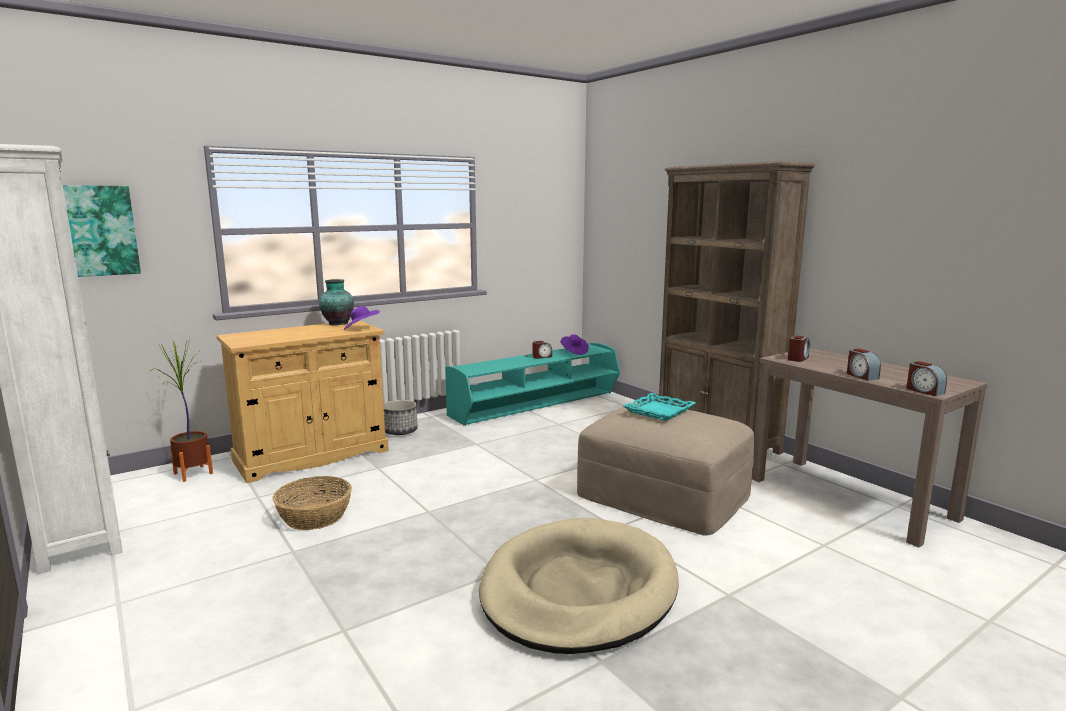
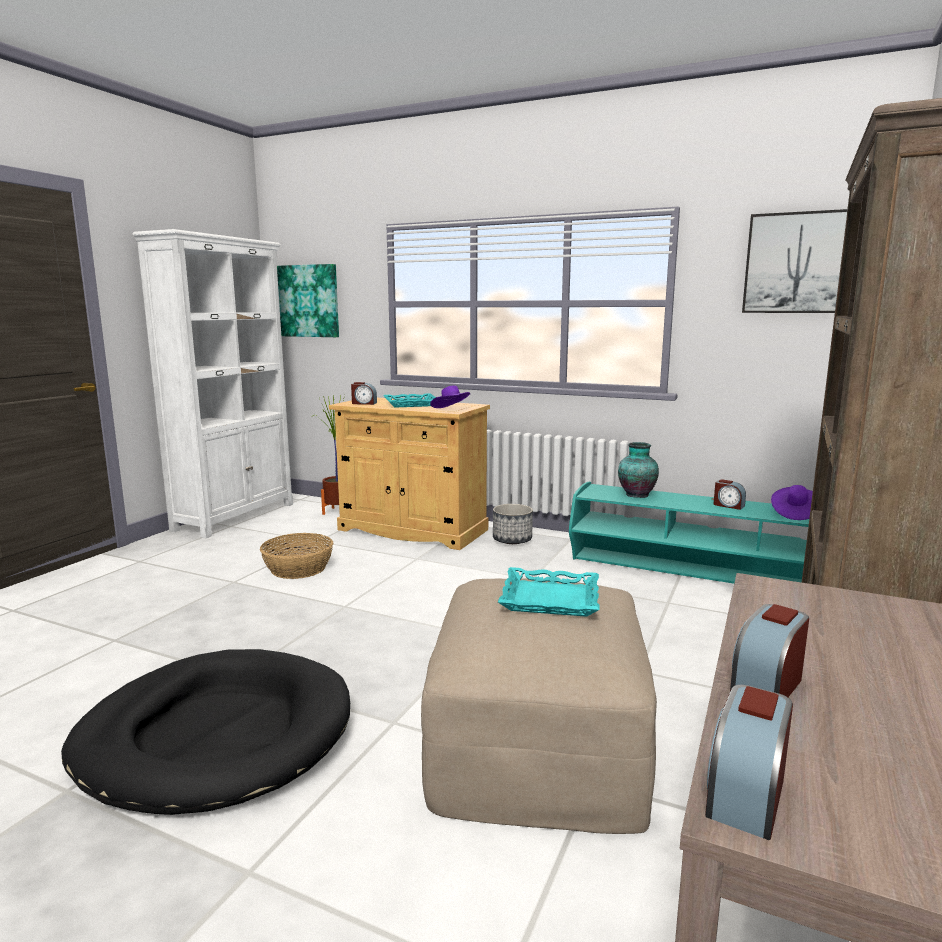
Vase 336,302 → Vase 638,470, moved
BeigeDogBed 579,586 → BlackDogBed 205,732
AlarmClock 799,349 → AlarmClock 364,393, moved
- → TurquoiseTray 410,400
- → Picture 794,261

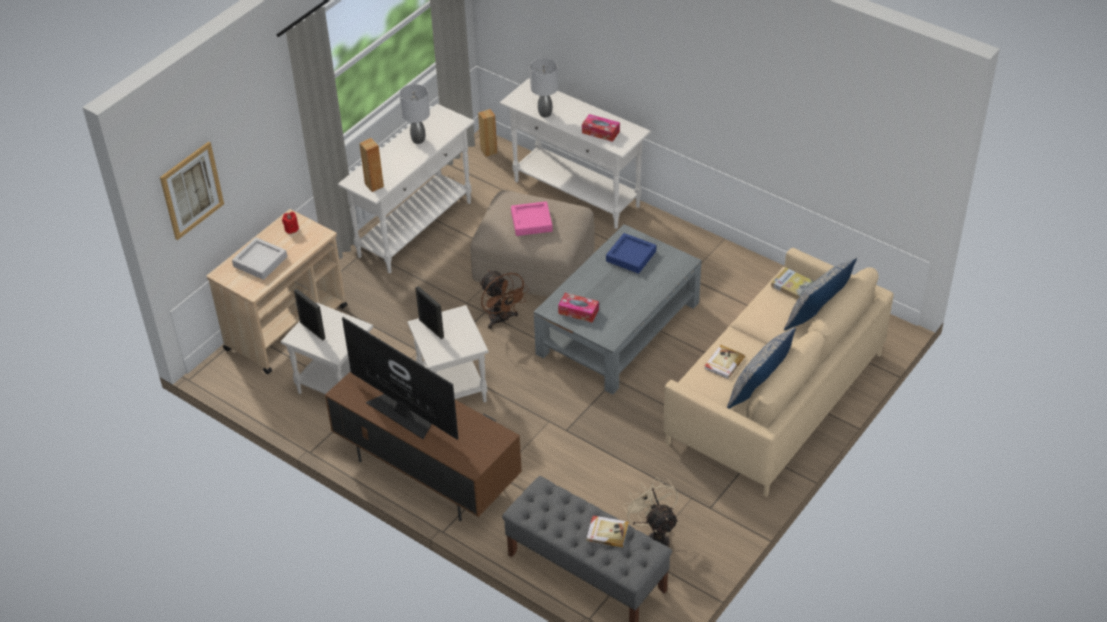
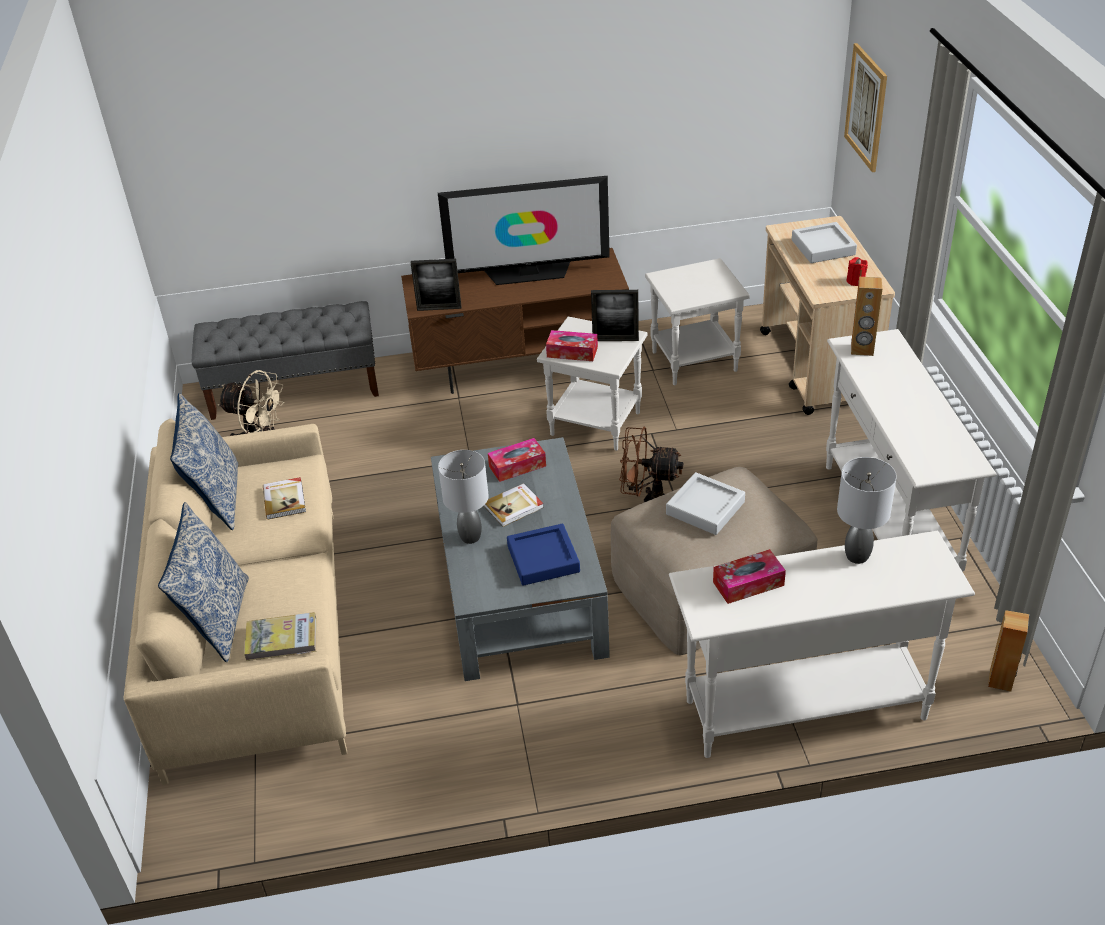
PictureFrame 310,314 → PictureFrame 436,285, moved
GreyTableLamp 414,114 → GreyTableLamp 463,497, moved
PinkTray 532,218 → GreyTray 705,503
Book 607,531 → Book 514,505, moved
- → TissueBox 572,345

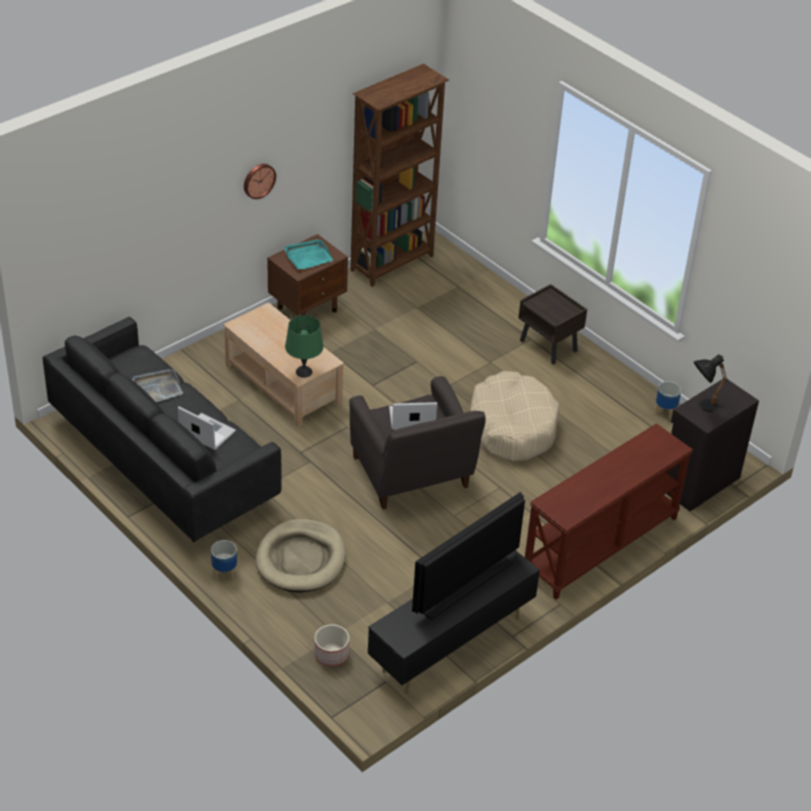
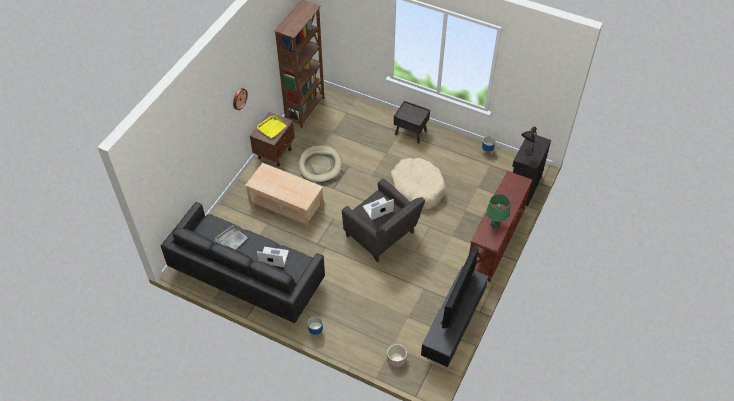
BeigeDogBed 301,555 → BeigeDogBed 320,164, moved
TurquoiseTray 309,254 → YellowTray 271,126
GreenTableLamp 304,346 → GreenTableLamp 498,211, moved

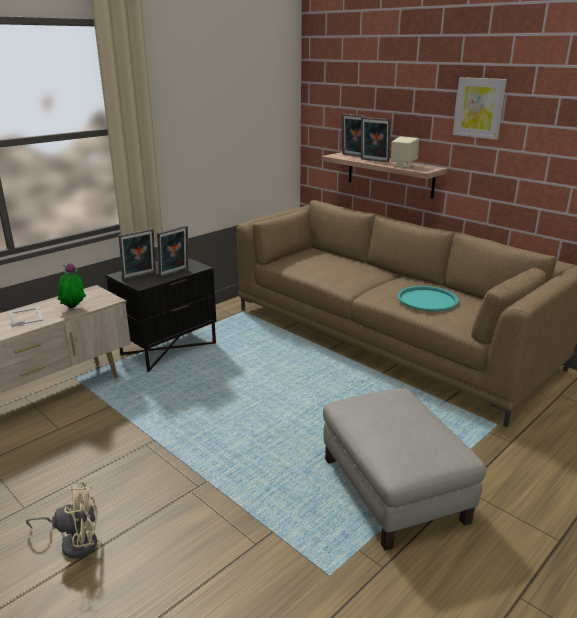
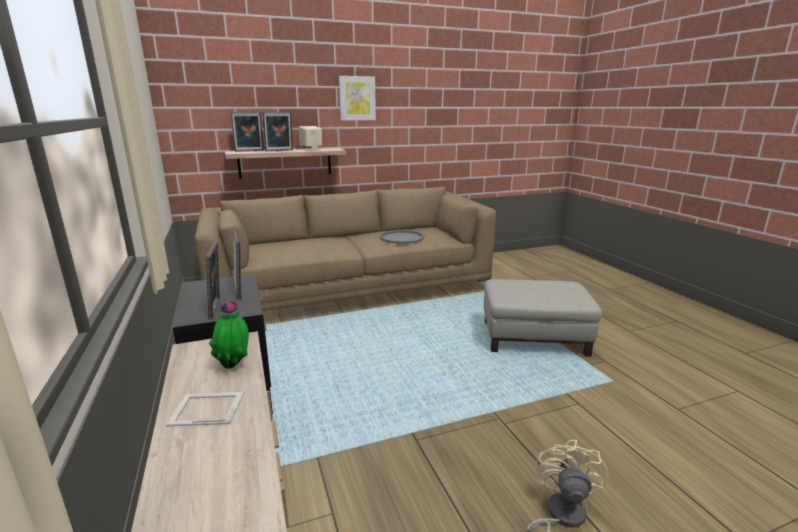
TurquoiseTray 428,298 → GreyTray 402,237

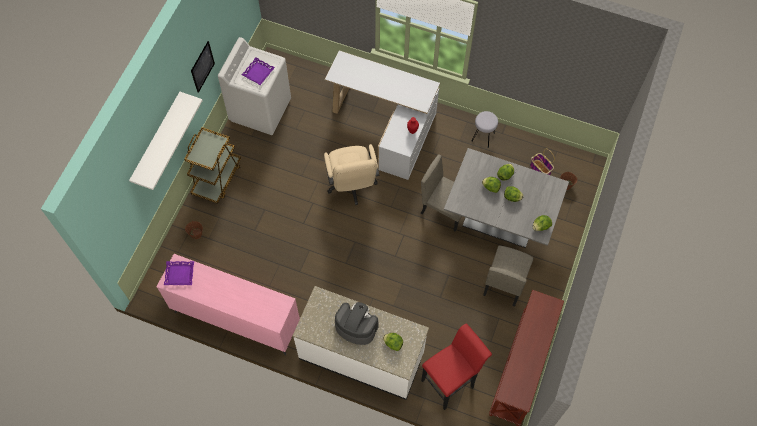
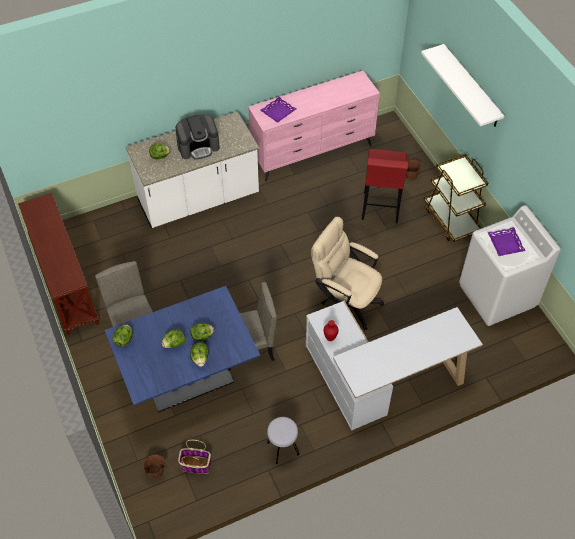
PurpleTray 179,273 → PurpleTray 278,110, moved
Picture 203,67 → -
RedStool 456,366 → RedStool 385,186, moved
GreyDiningTable 506,198 → BlueDiningTable 183,349

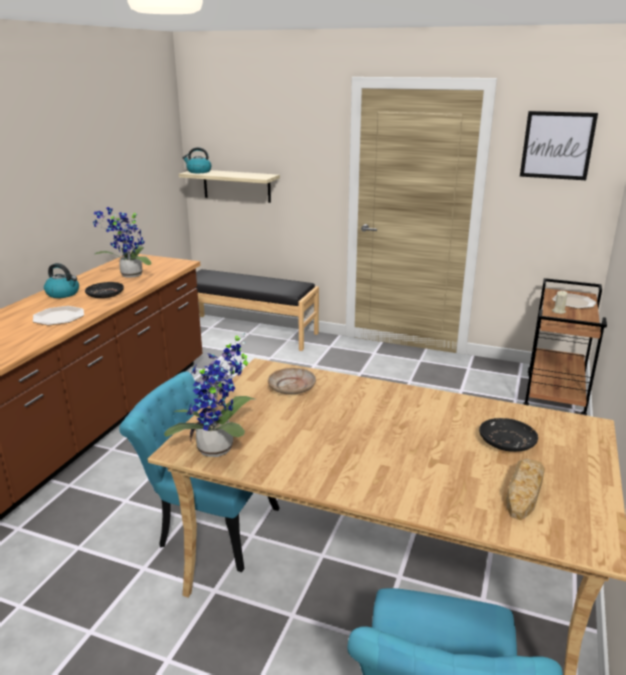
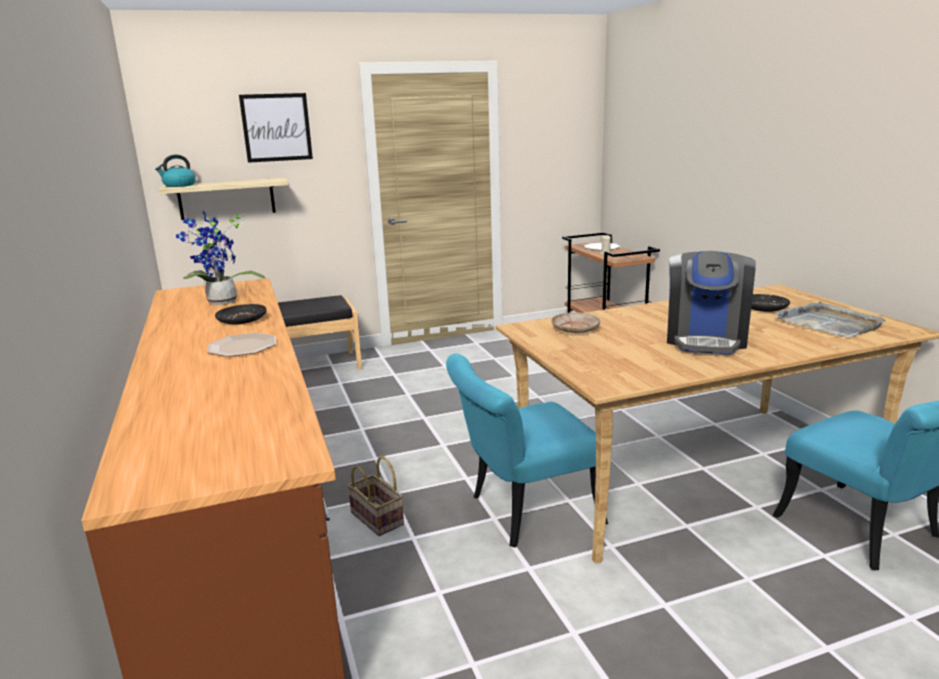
Kettle 61,280 → -
PottedPlant 209,394 → -
Bread 525,489 → GreyTray 830,319
Picture 559,145 → Picture 276,128, moved
- → Basket 375,496
- → CoffeeMachine 711,302

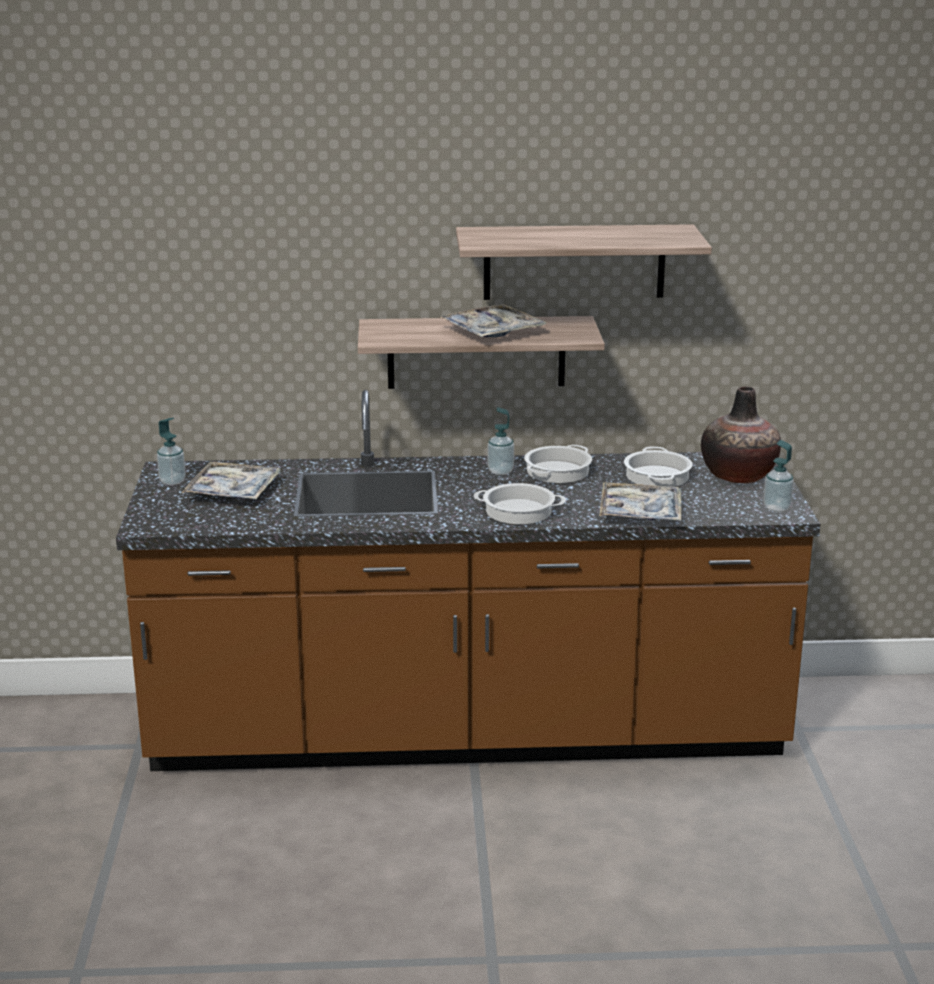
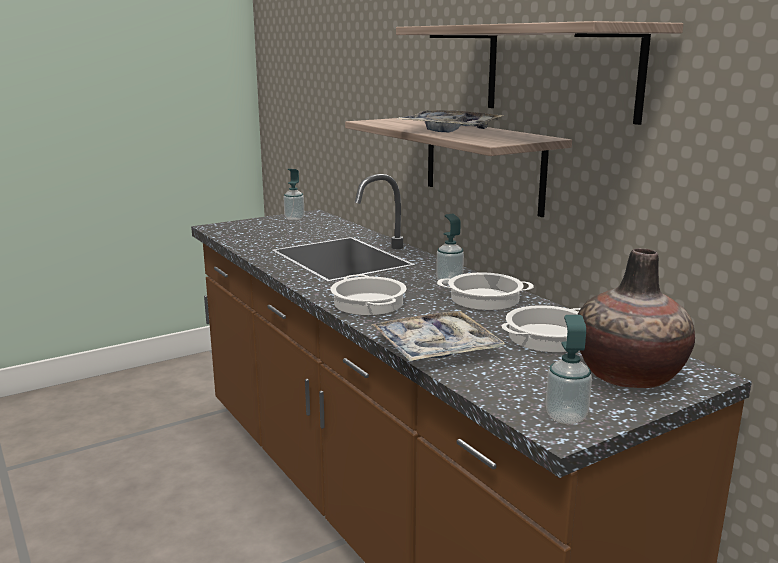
Tray 231,480 → -

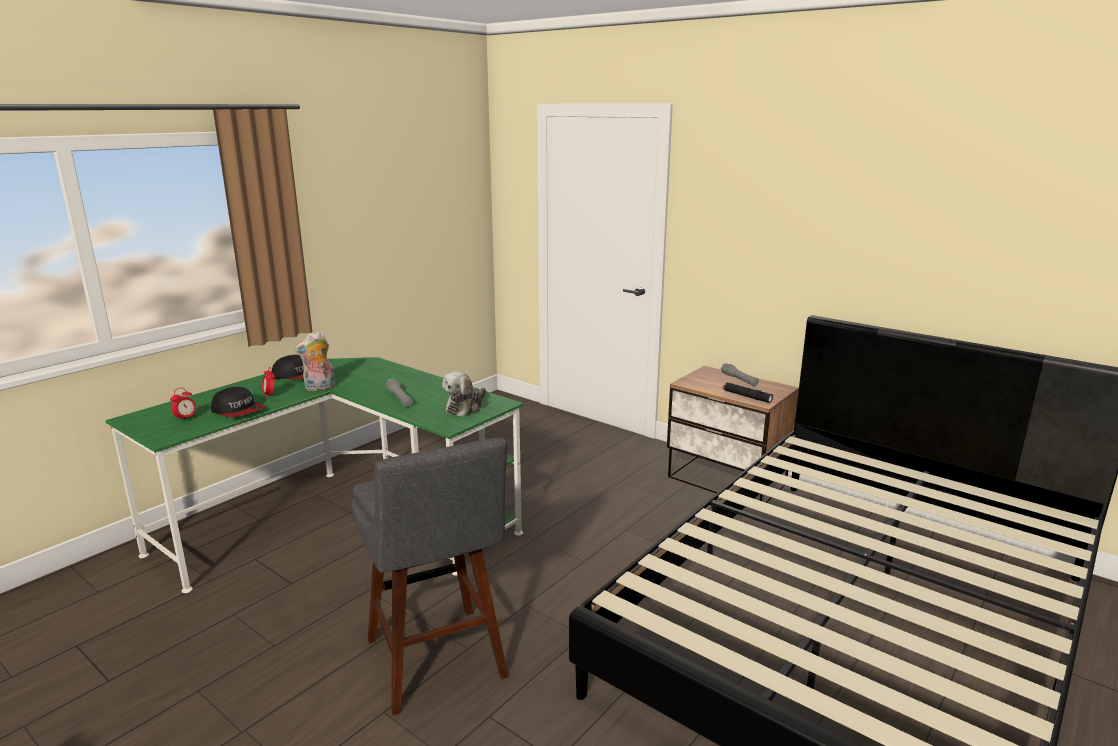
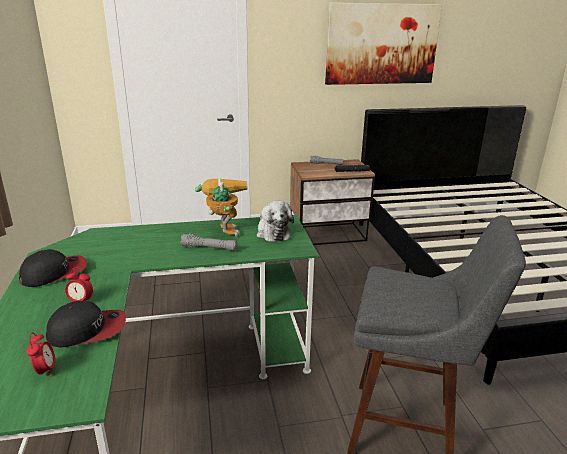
PlushToy 315,361 → -
- → ToyRobot 221,207
- → Picture 383,44

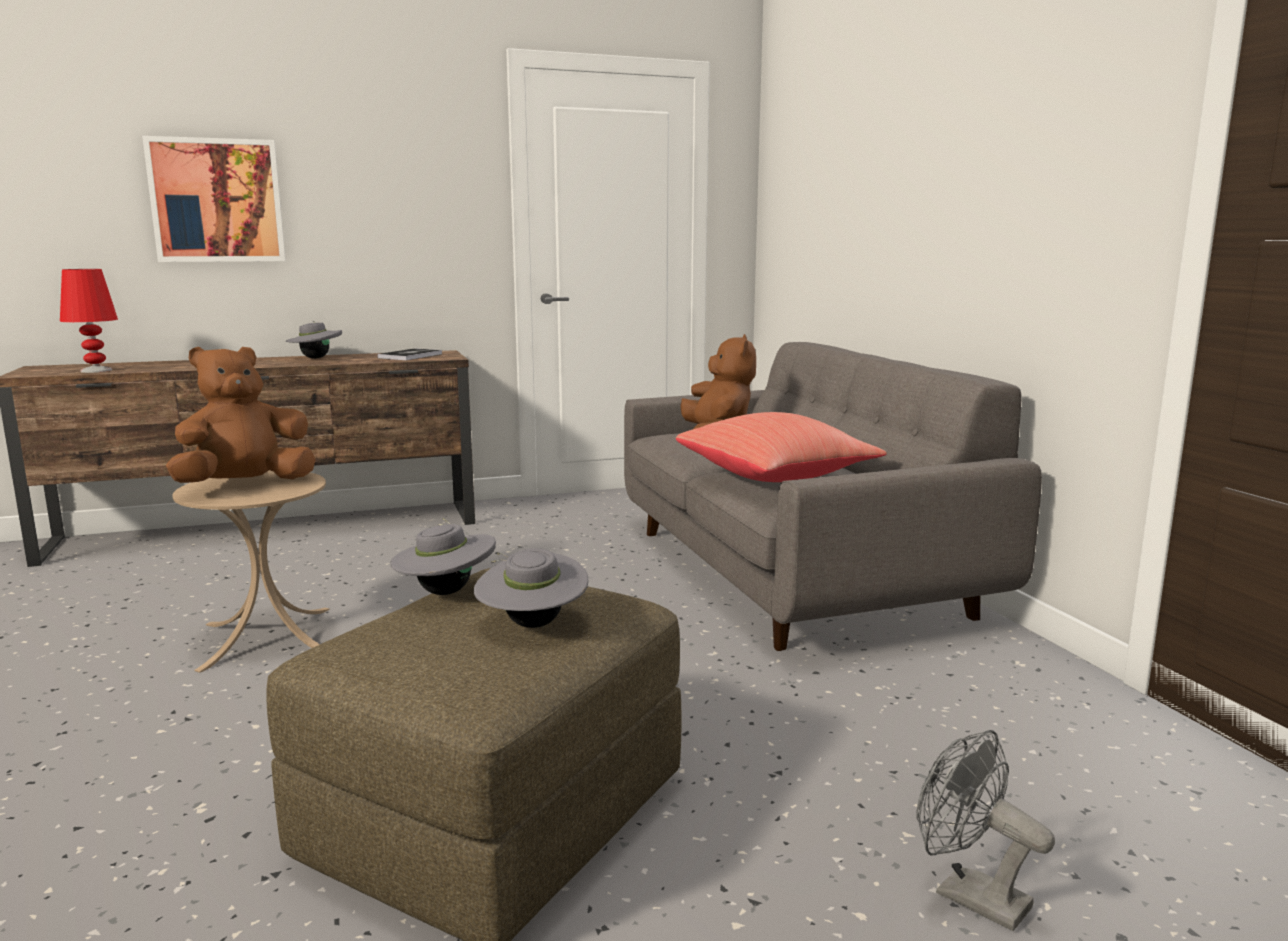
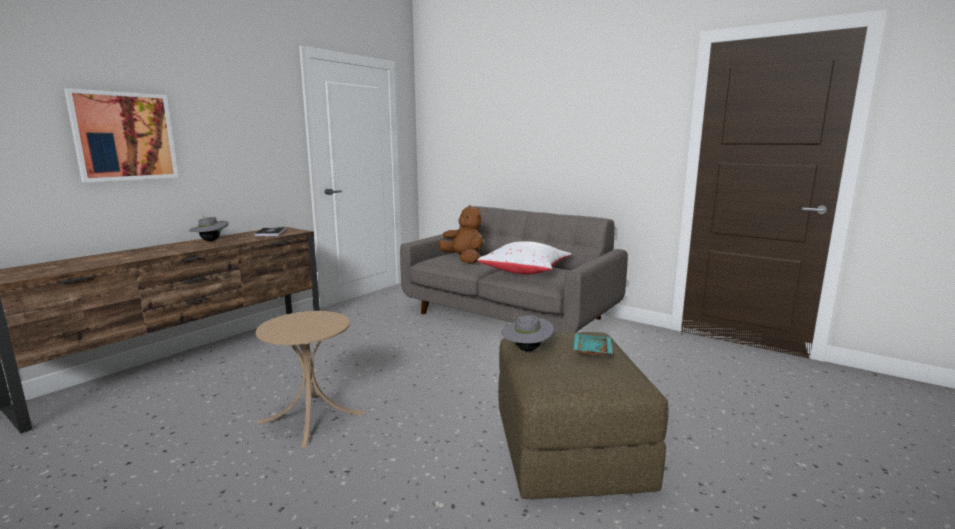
RedTableLamp 89,321 → -
BrownPlushToy 241,415 → -
GreyHat 531,588 → TurquoiseTray 593,344
RedPillow 781,447 → WhitePillow 524,258
GreyFan 985,830 → -

